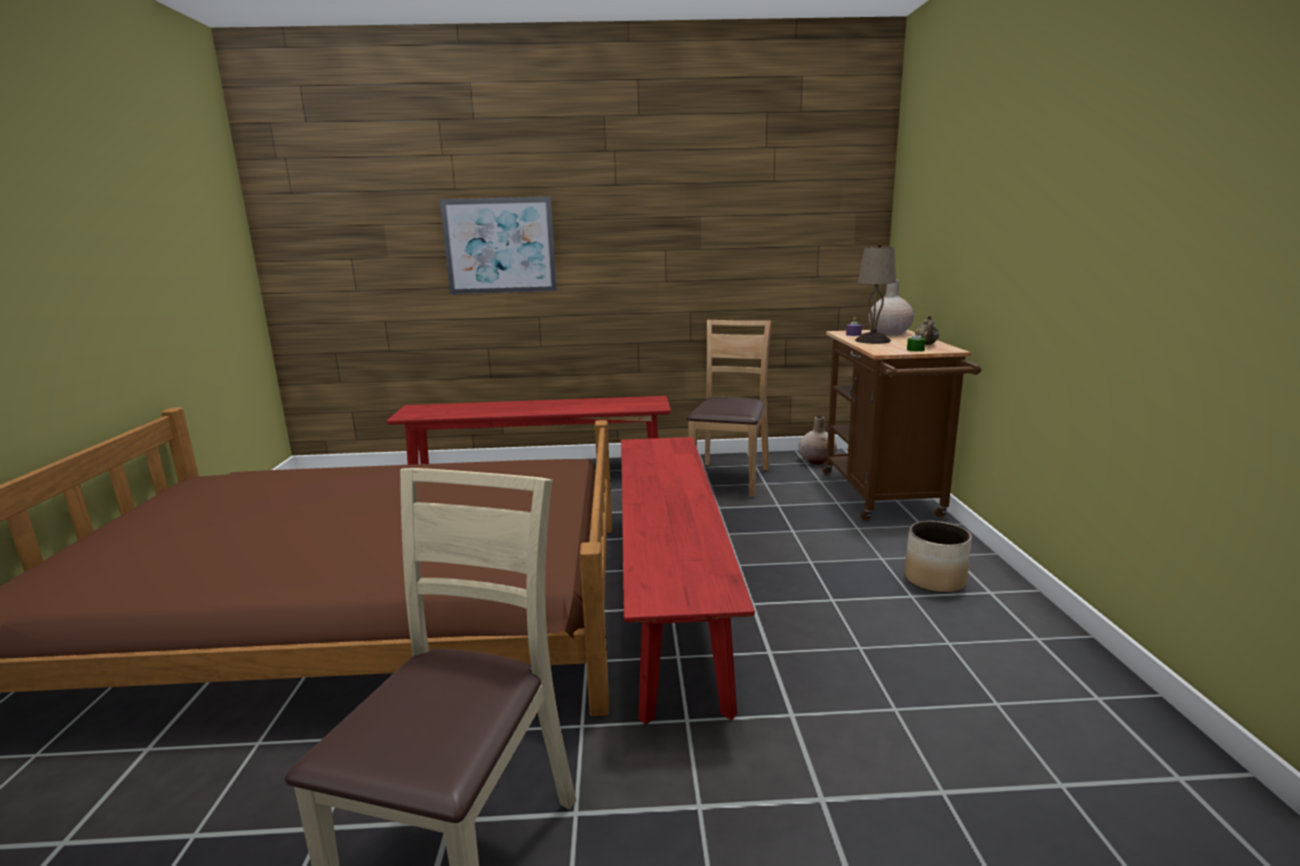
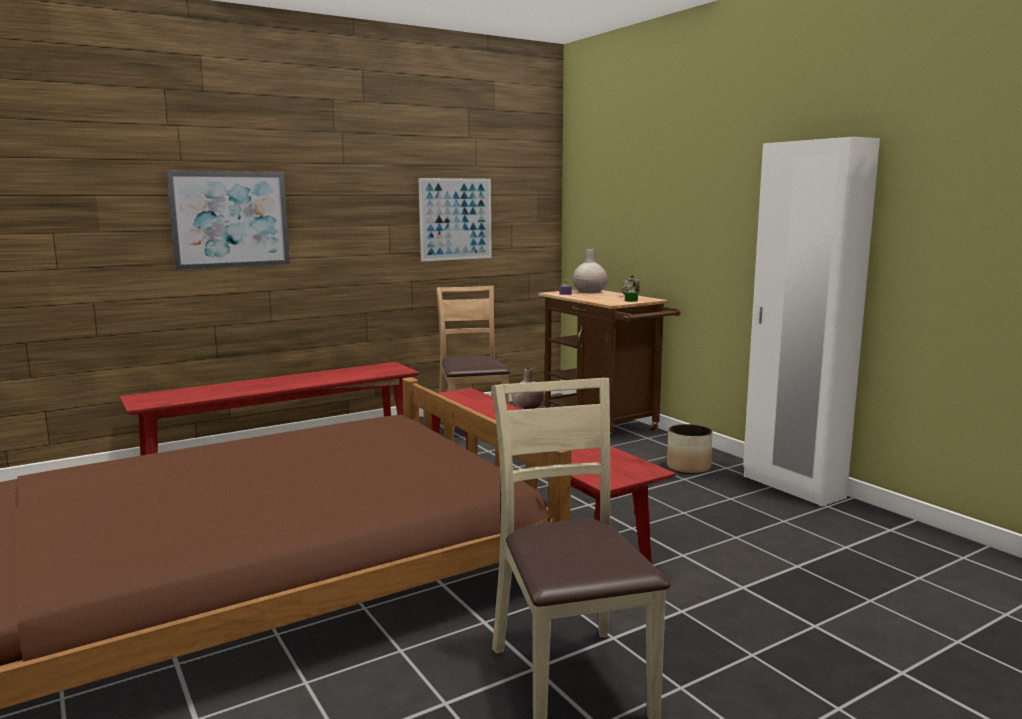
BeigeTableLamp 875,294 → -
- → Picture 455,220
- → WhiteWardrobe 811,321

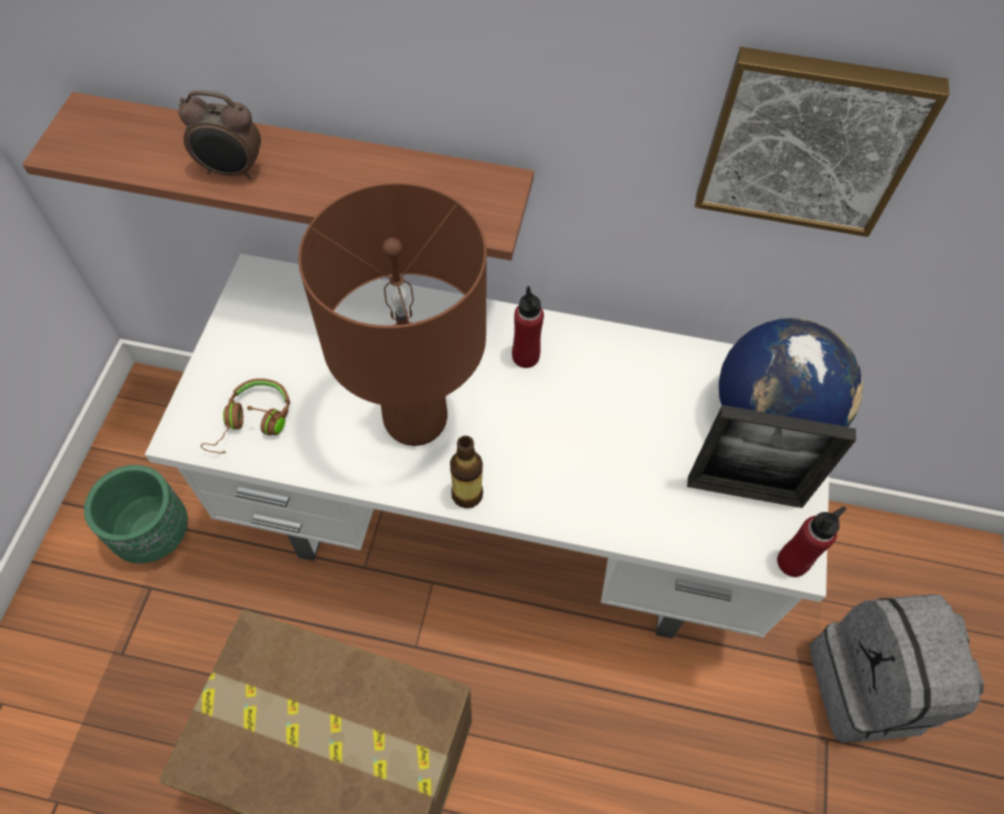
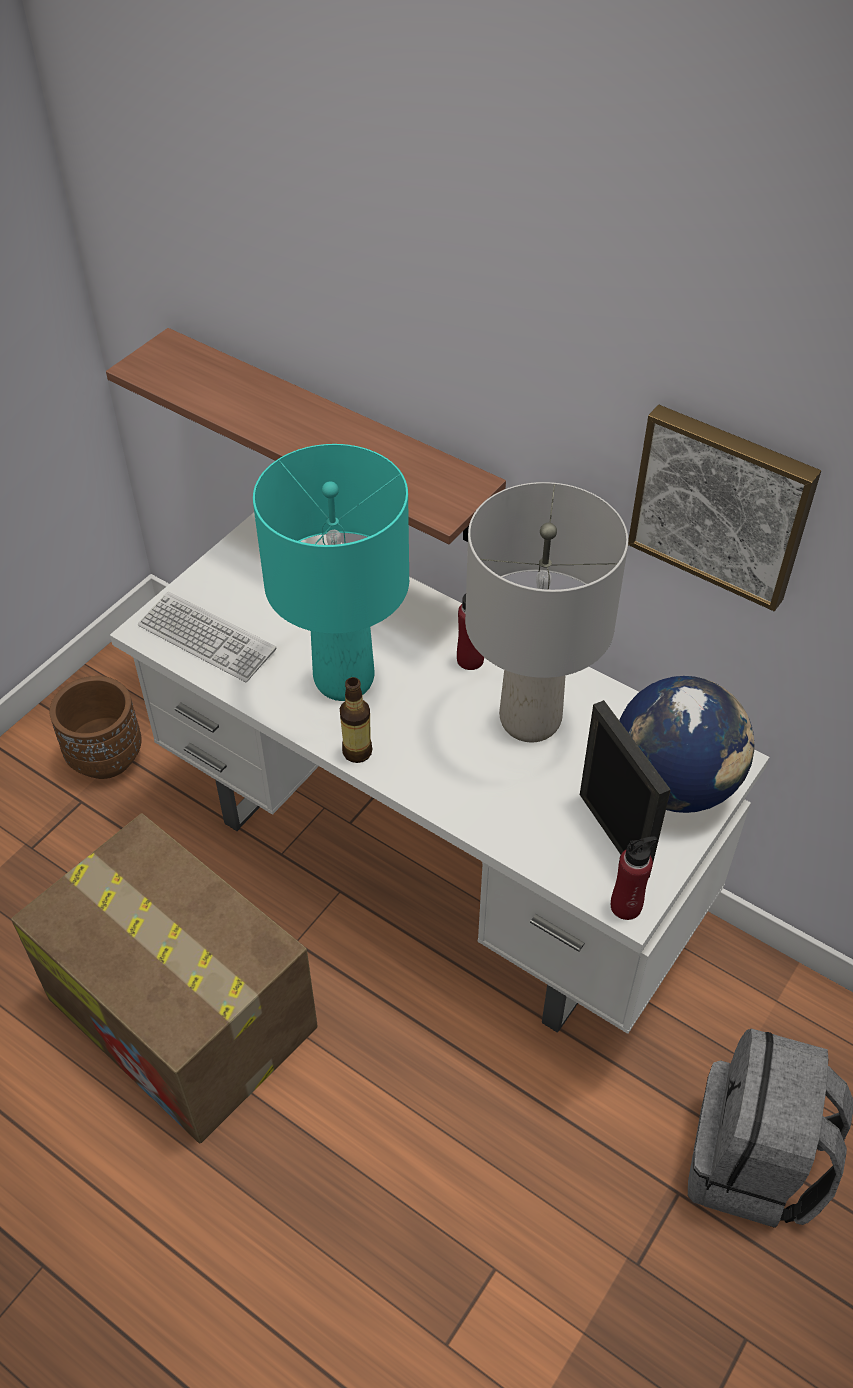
GreenPlanter 136,514 → BrownPlanter 95,727
AlarmClock 219,134 → -
BrownHeadphones 245,416 → Keyboard 207,637
BrownTableLamp 392,314 → TurquoiseTableLamp 331,572
PictureFrame 771,456 → PictureFrame 625,788, 150 degrees counterclockwise
- → GreyTableLamp 546,612

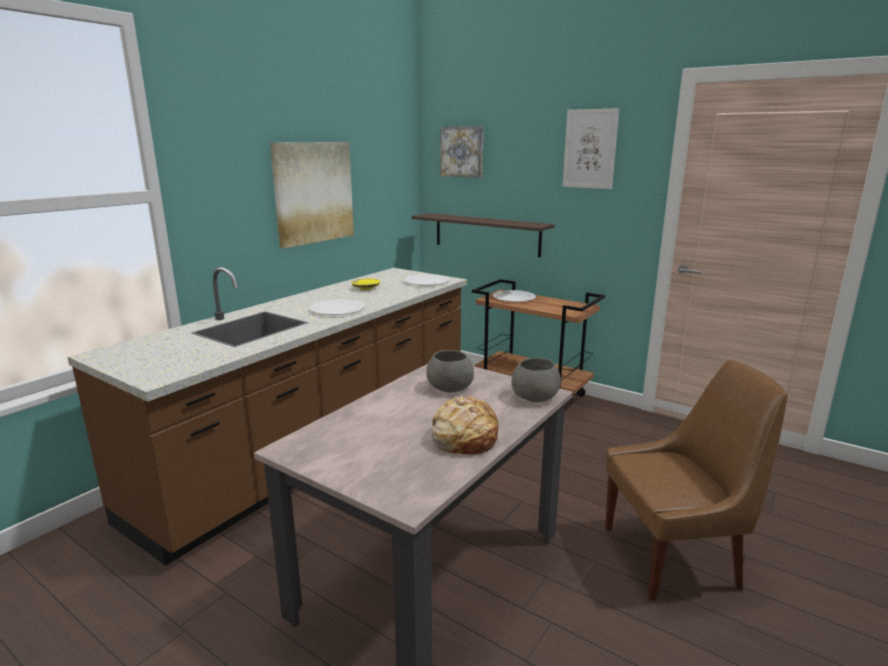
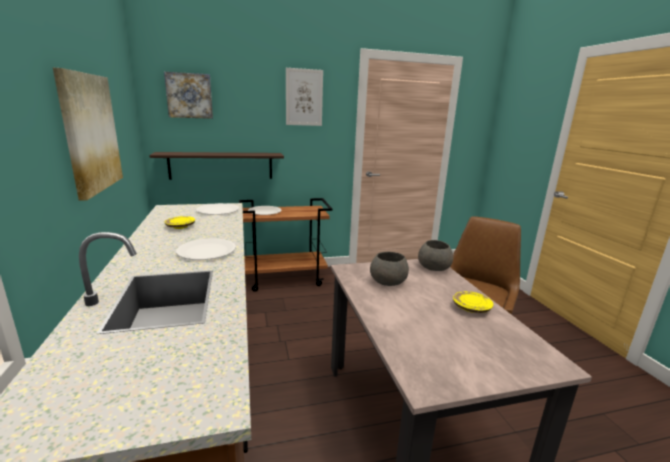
Bread 465,425 → YellowPlate 473,302

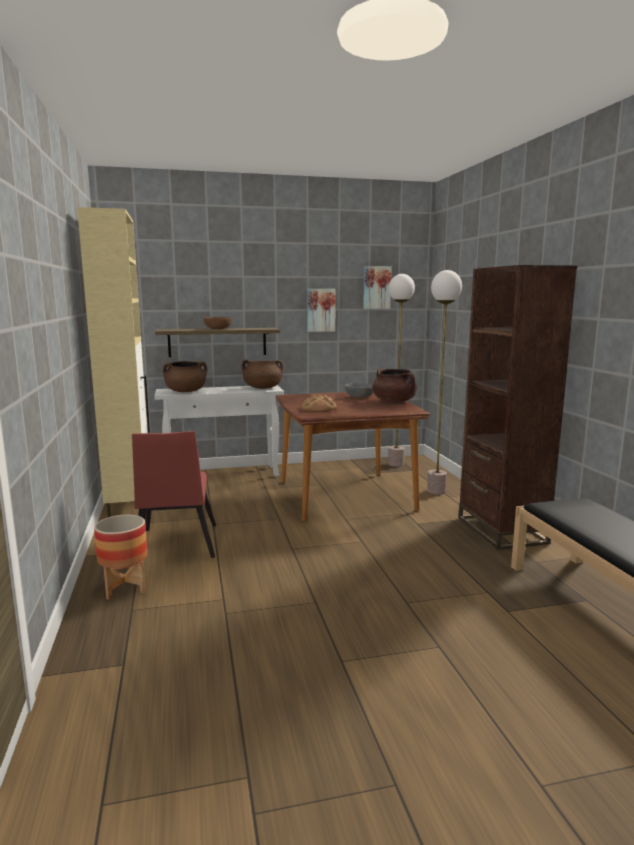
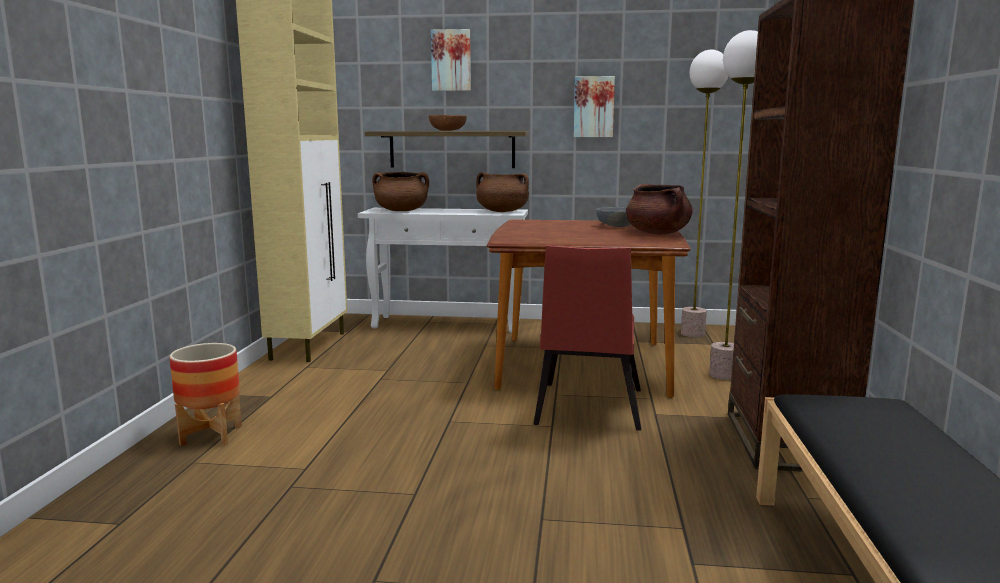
RedChair 174,494 → RedChair 587,338, moved
Bread 319,403 → -
Picture 377,287 → Picture 451,60, moved

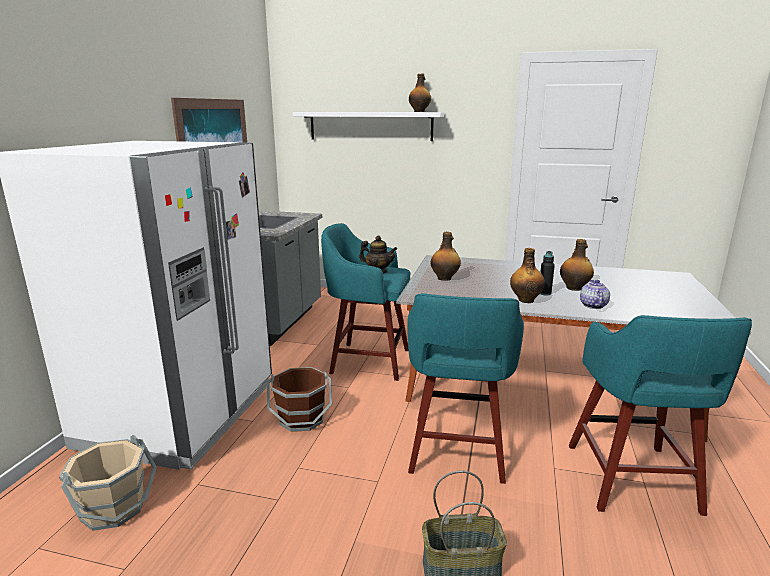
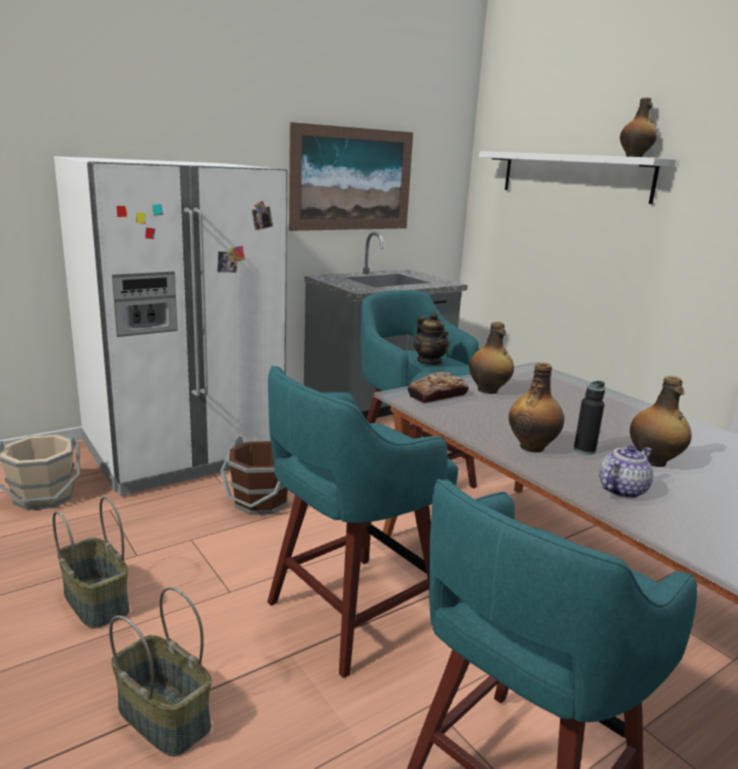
- → Basket 91,562
- → Bread 438,387

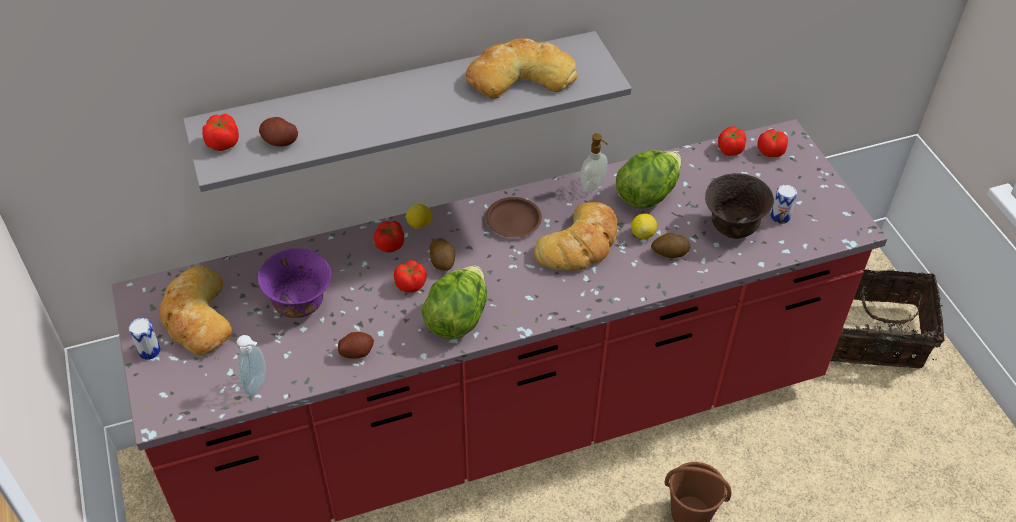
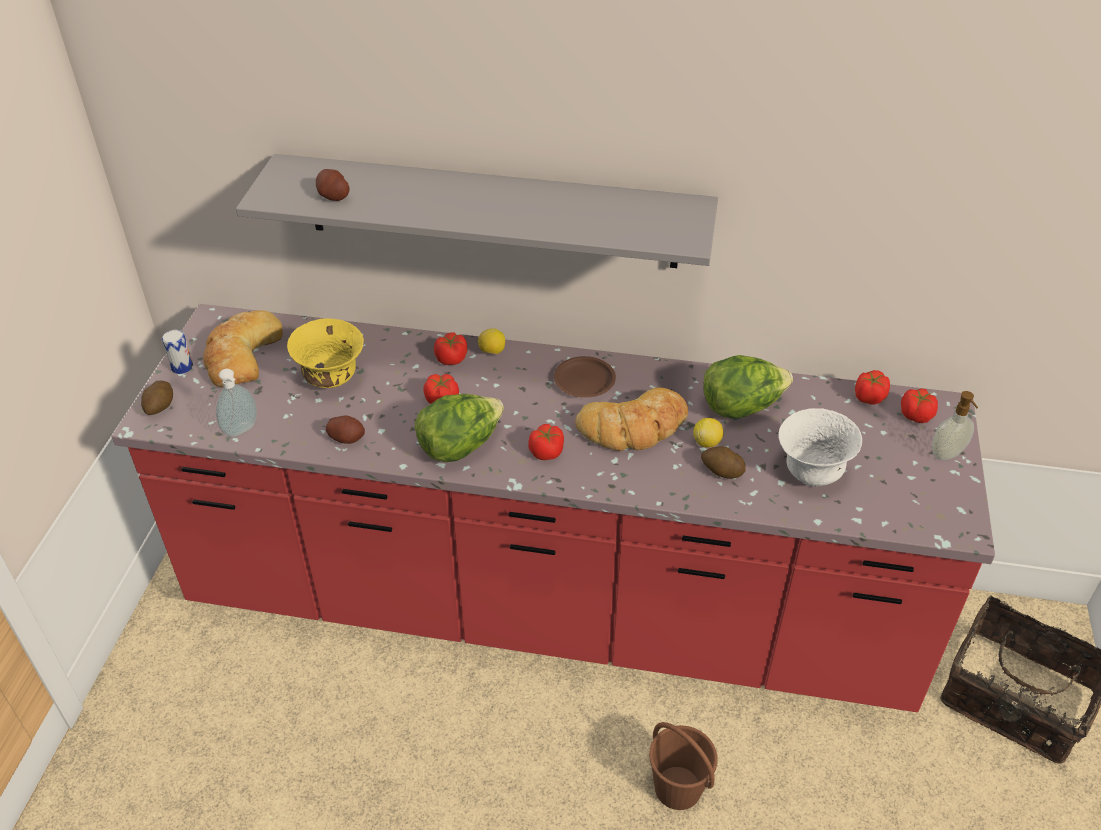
Tomato 220,132 → Tomato 546,442, moved
PurpleBowl 294,283 → YellowBowl 325,353
Potato 442,254 → Potato 157,397, moved
Bread 521,68 → -
SoapDispenser 594,162 → SoapDispenser 955,425, moved
BrownBowl 739,206 → WhiteBowl 820,447
Can 783,204 → -

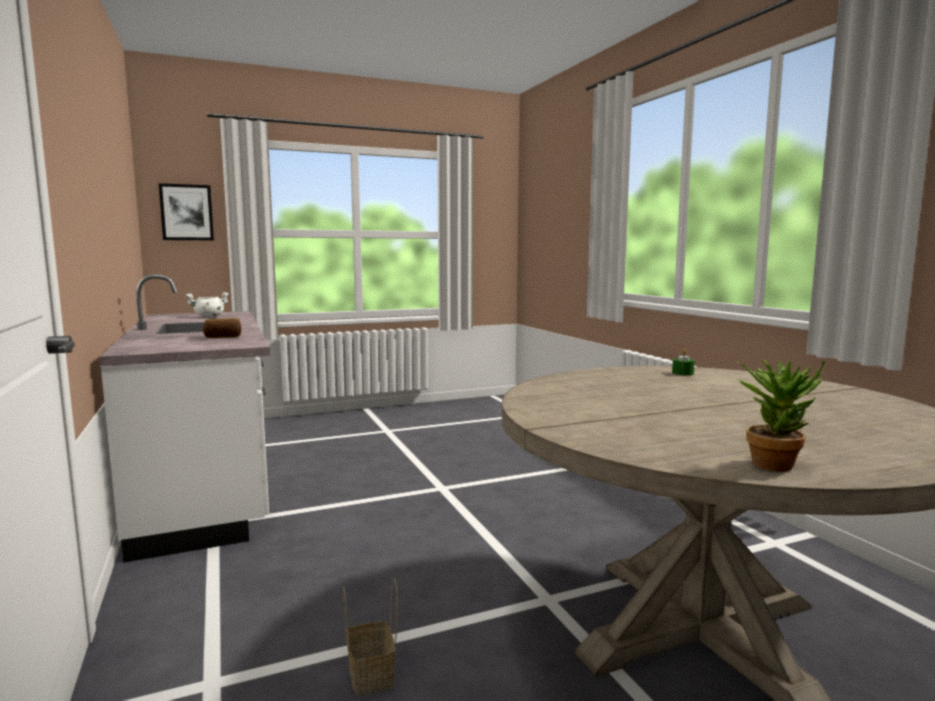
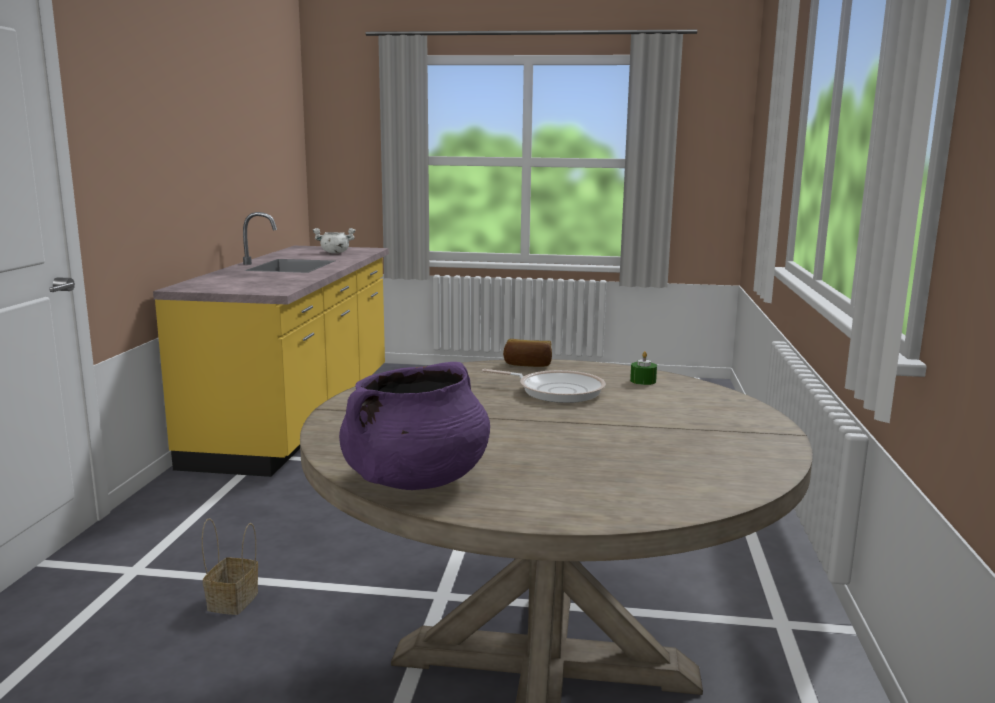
WhiteCounter 184,419 → YellowCounter 271,344
Picture 186,211 → -
Bread 222,328 → Bread 527,353, moved
PottedPlant 780,415 → PurpleCookingPot 414,426
- → FryingPan 544,386

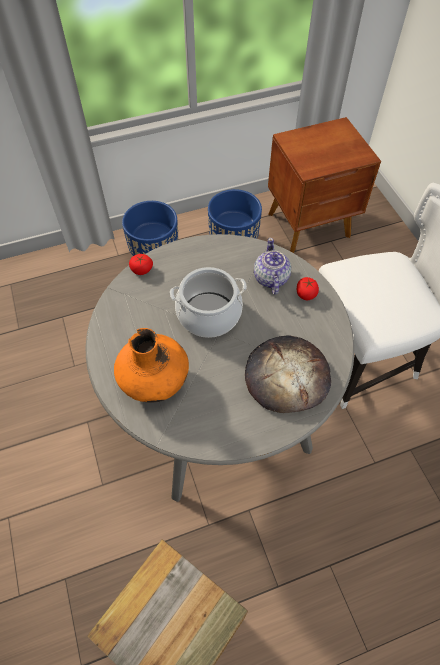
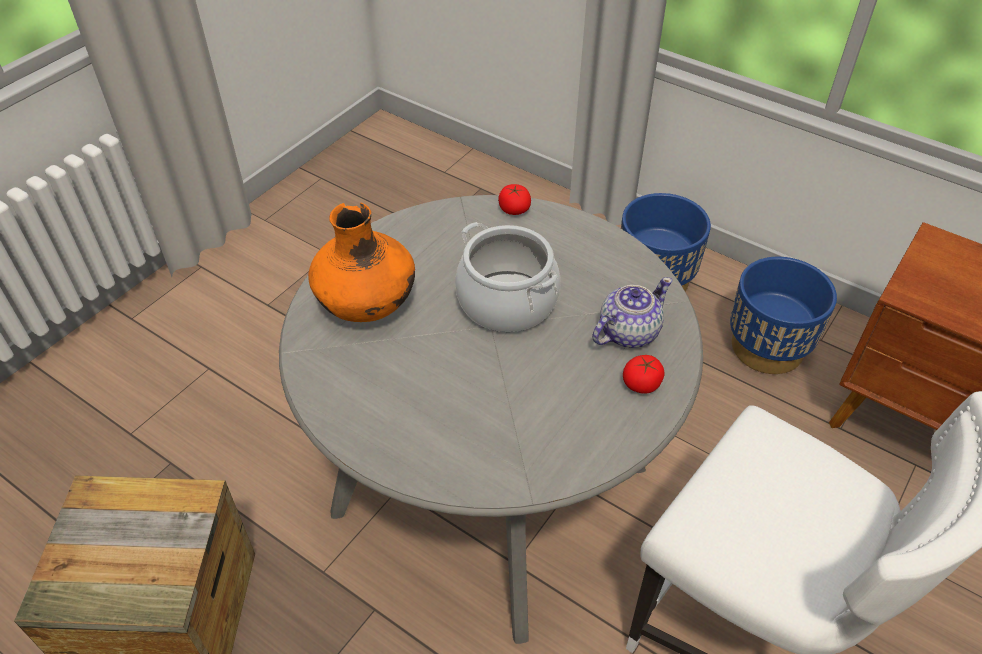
Bread 288,374 → -

